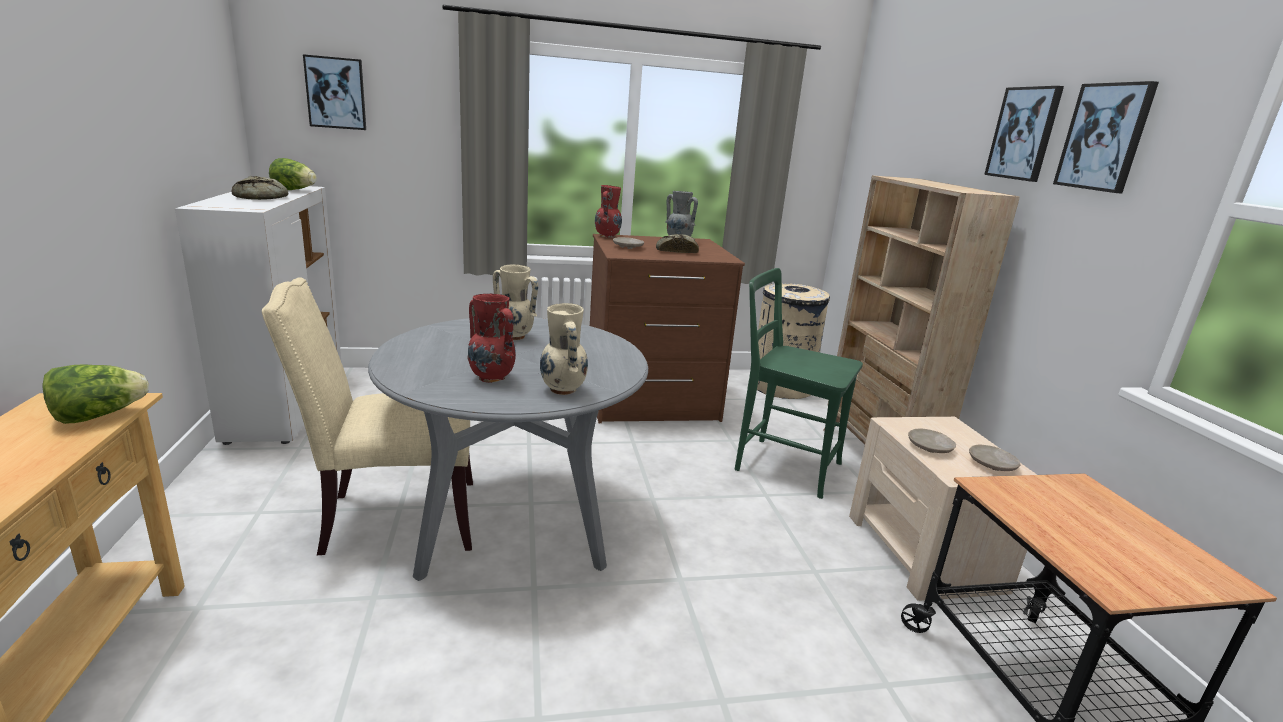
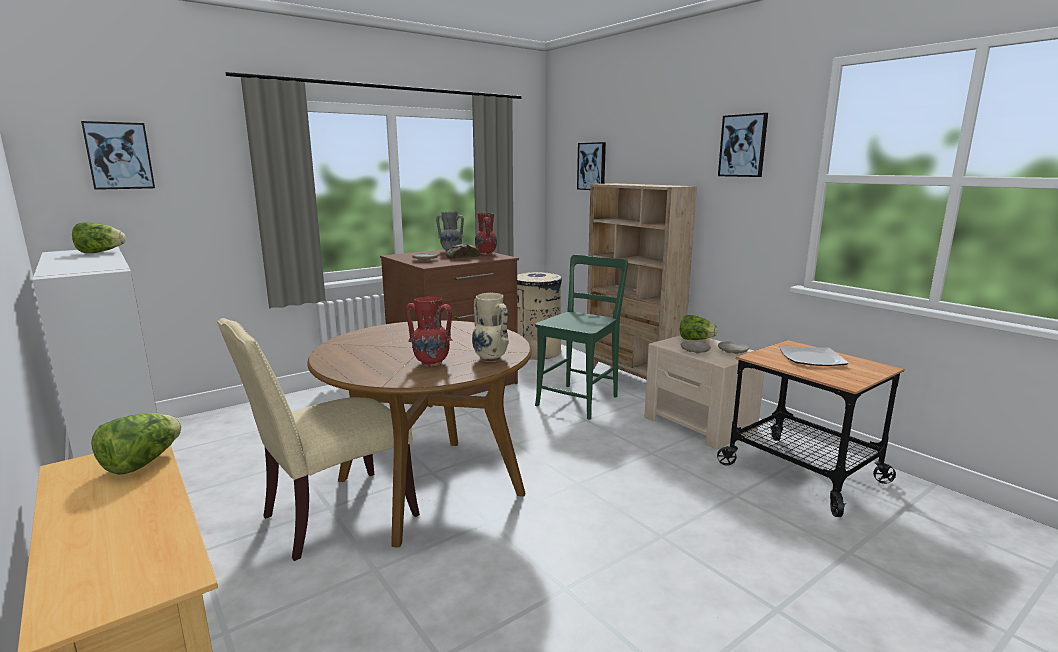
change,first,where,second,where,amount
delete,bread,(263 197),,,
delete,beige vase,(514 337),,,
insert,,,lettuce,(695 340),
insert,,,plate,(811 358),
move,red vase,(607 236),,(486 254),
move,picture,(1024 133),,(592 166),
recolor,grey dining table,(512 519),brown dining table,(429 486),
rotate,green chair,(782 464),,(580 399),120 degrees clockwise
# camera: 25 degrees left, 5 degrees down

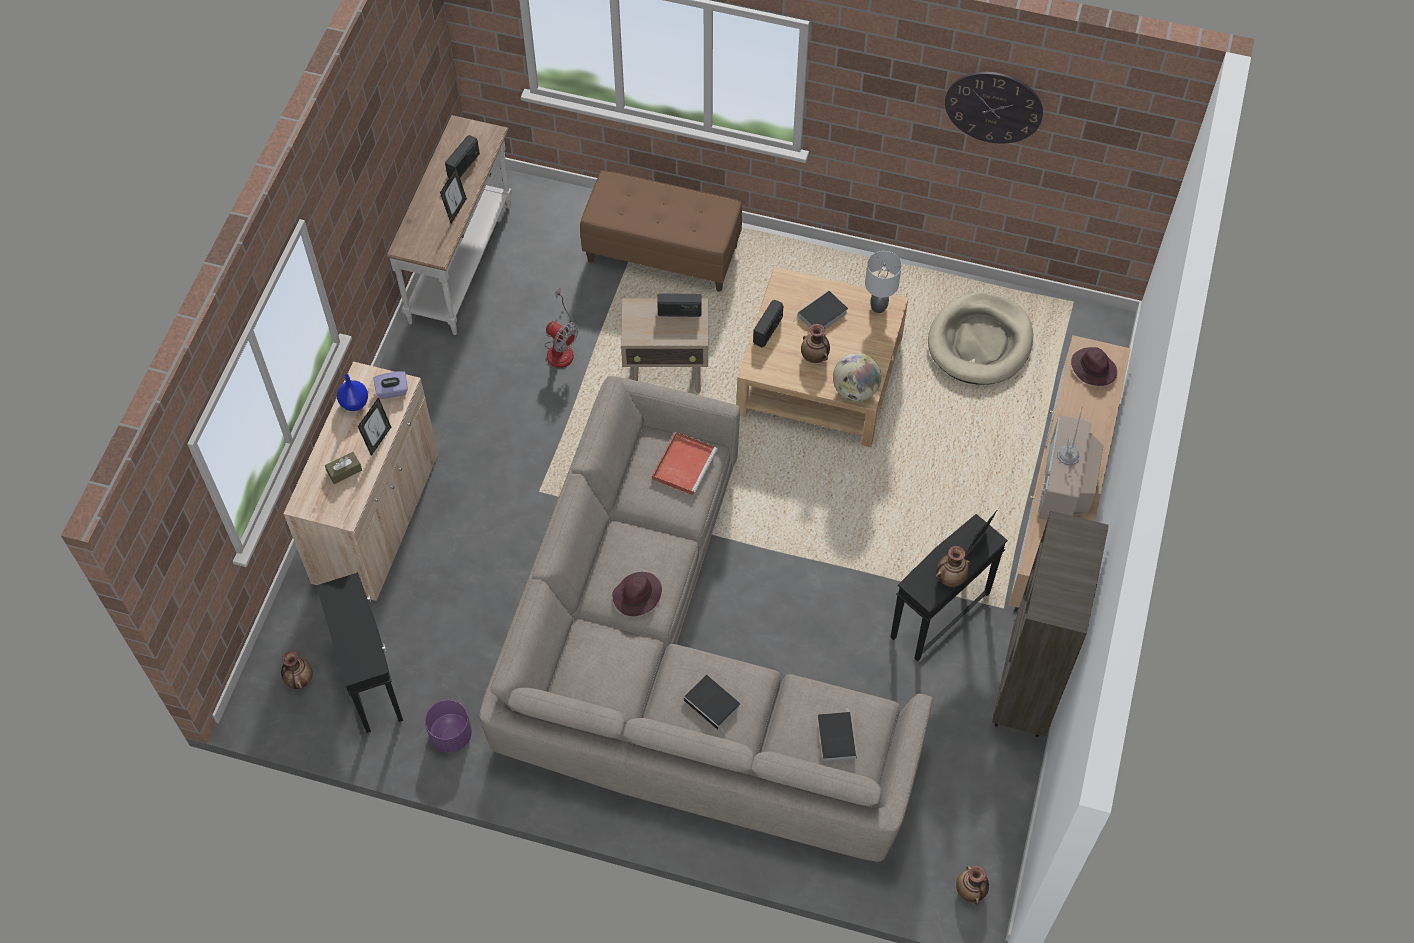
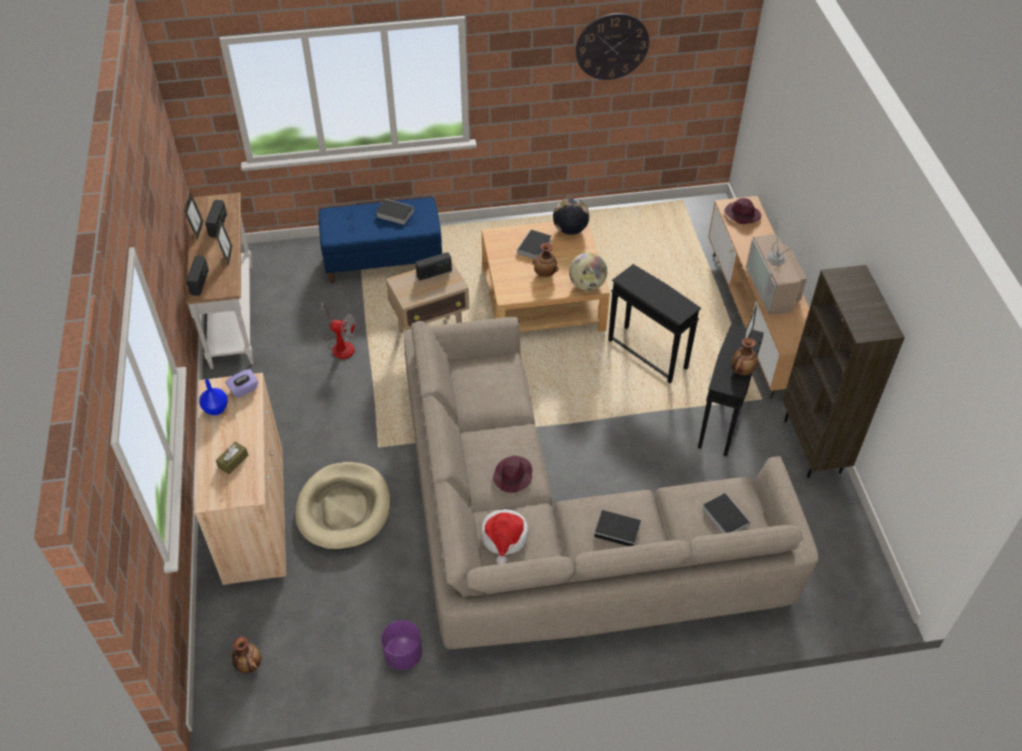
change,first,where,second,where,amount
delete,red tray,(684 464),,,
delete,vase,(971 890),,,
insert,,,book,(393 213),
insert,,,hat,(504 538),
move,black side table,(371 678),,(647 354),
move,picture frame,(378 440),,(198 230),
move,radio,(768 330),,(200 282),
move,beige dog bed,(980 342),,(344 508),
replace,grey table lamp,(878 307),globe,(570 229),
recolor,brown bench,(663 253),blue bench,(384 260),
# camera: 25 degrees left, 10 degrees down

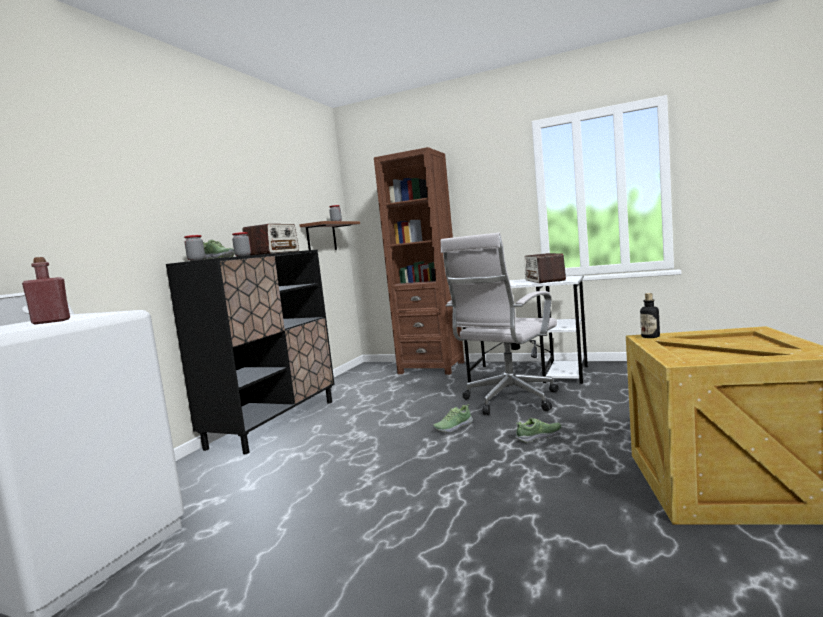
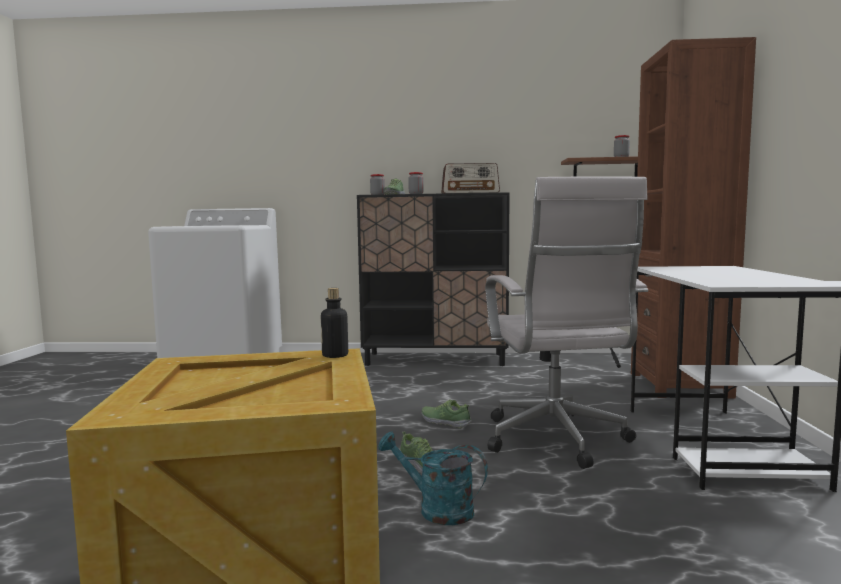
change,first,where,second,where,amount
delete,red bottle,(51 322),,,
delete,radio,(544 280),,,
insert,,,turquoise watering can,(436 509),
rotate,white office chair,(508 401),,(556 441),120 degrees counterclockwise
# camera: 70 degrees right, 0 degrees up

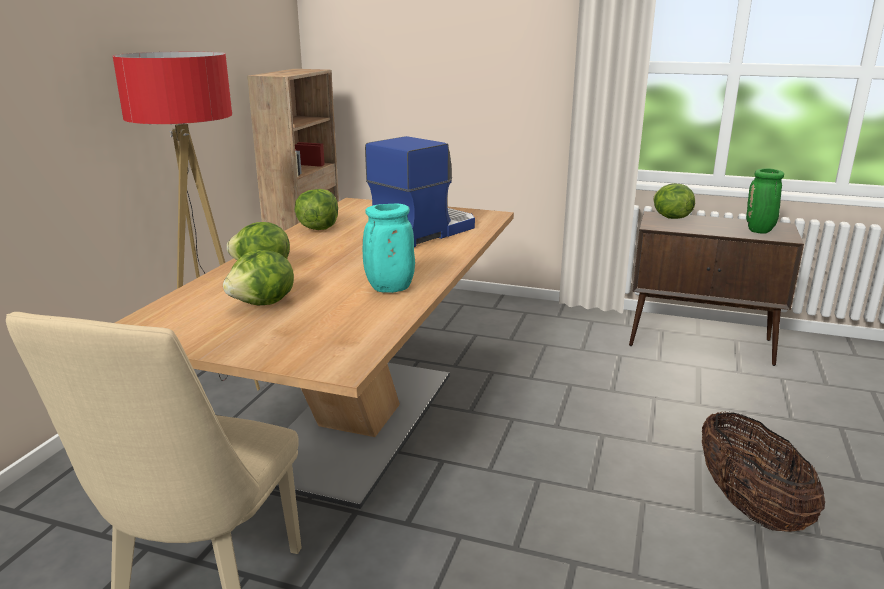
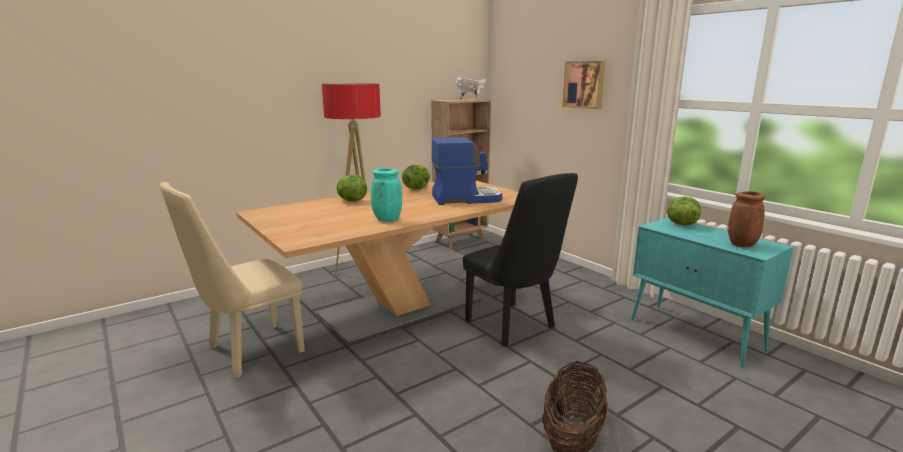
change,first,where,second,where,amount
delete,lettuce,(263 304),,,
insert,,,white cooking pot,(472 99),
insert,,,black chair,(515 327),
insert,,,picture,(584 84),
recolor,brown cabinet,(701 343),turquoise cabinet,(696 334),
recolor,green vase,(760 231),brown vase,(742 245),
# camera: 35 degrees right, 5 degrees down

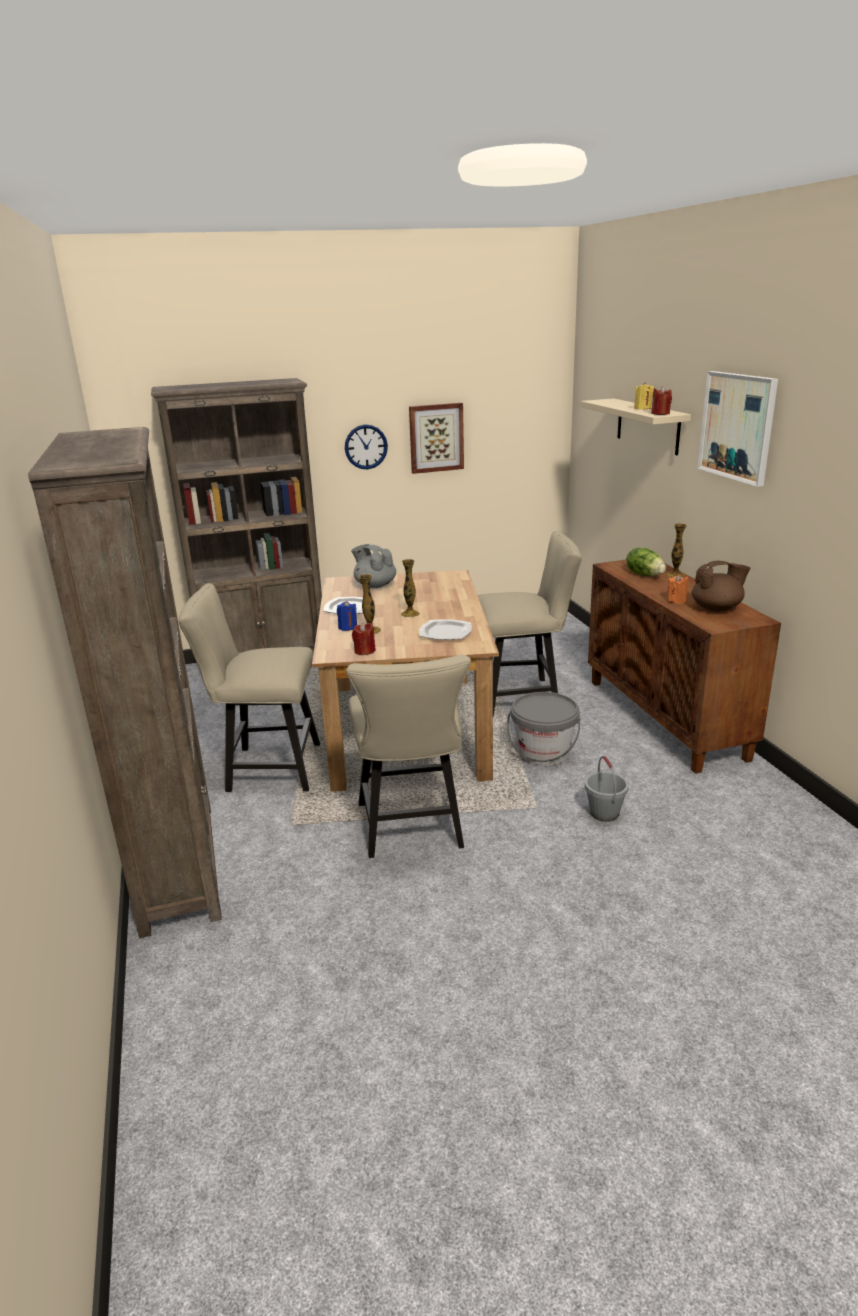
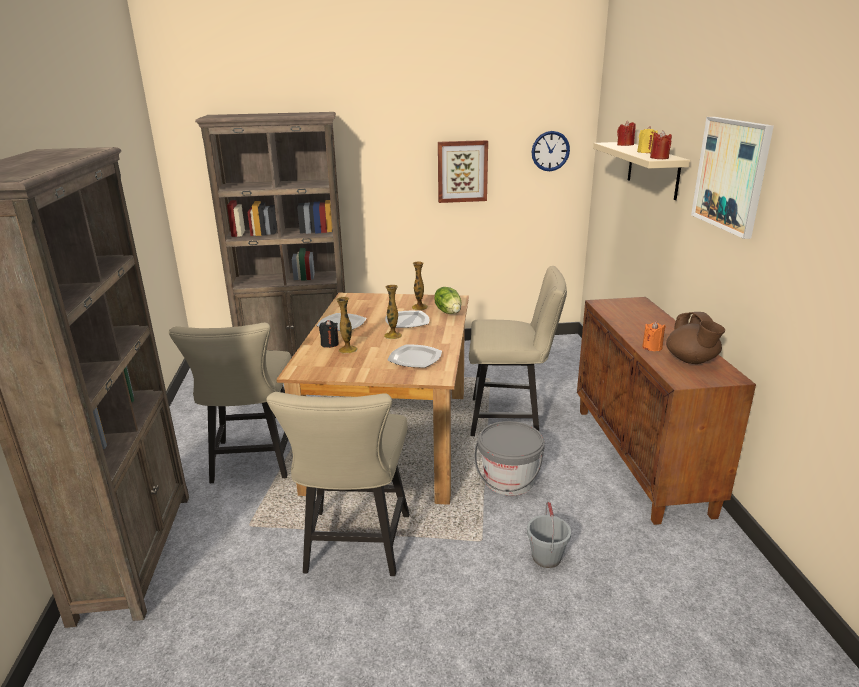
change,first,where,second,where,amount
delete,grey teapot,(375 585),,,
insert,,,plate,(407 321),
move,wall clock,(366 447),,(550 151),
move,red candle,(364 651),,(625 145),
move,lettuce,(645 574),,(449 312),
move,vase,(675 575),,(419 307),
recolor,blue candle,(347 627),black candle,(329 344),
rotate,beige chair,(266 768),,(253 463),105 degrees counterclockwise
rotate,brown teapot,(717 608),,(691 360),75 degrees clockwise
# camera: 10 degrees right, 0 degrees up

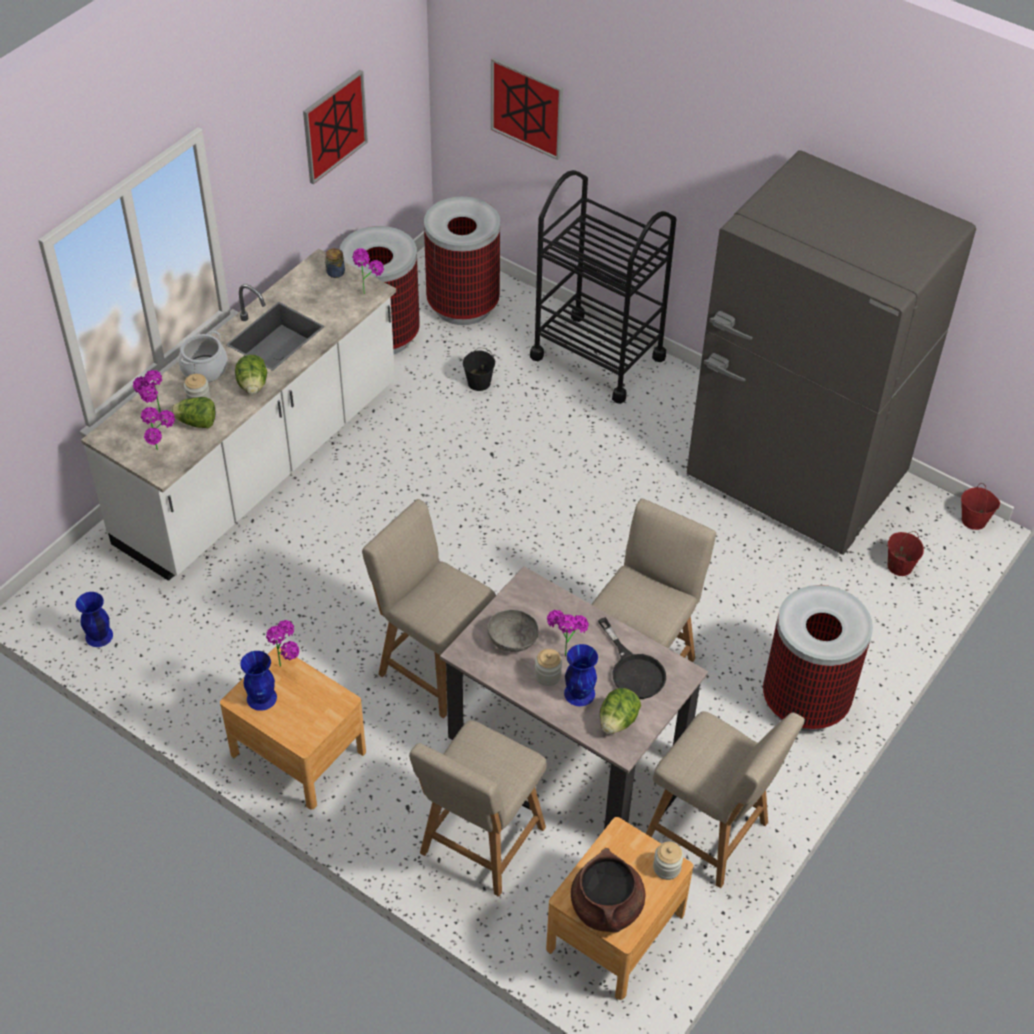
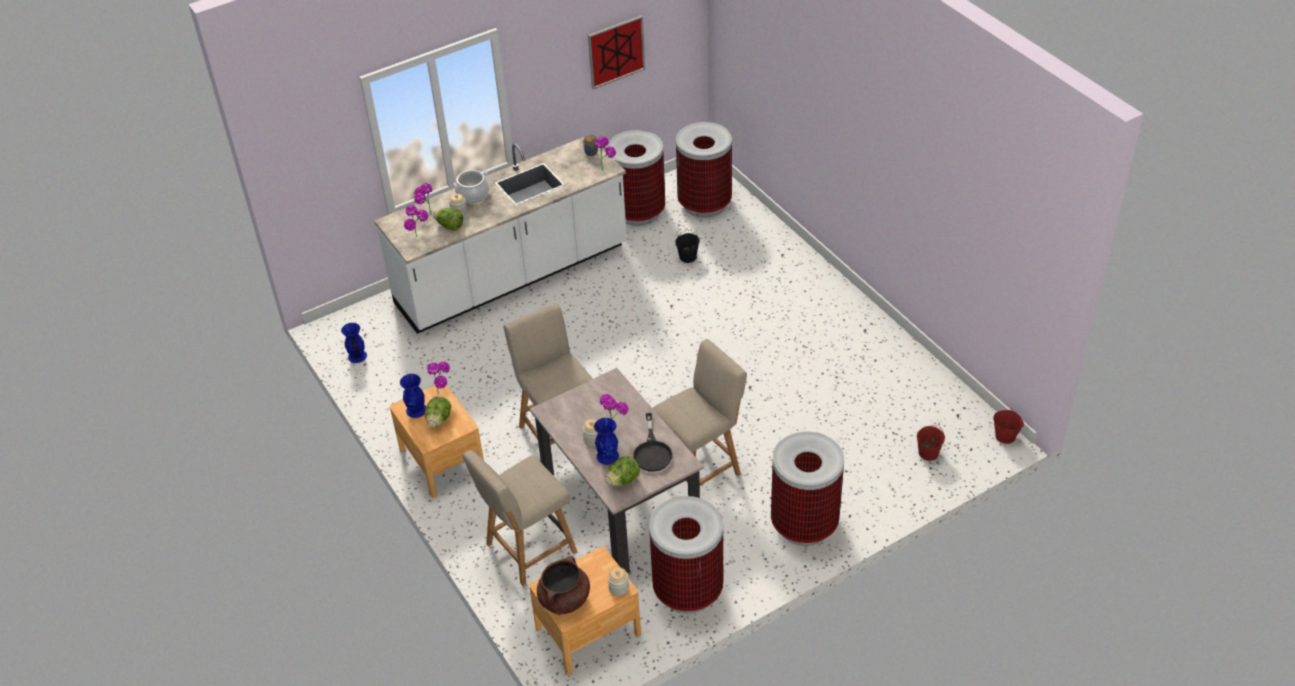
change,first,where,second,where,amount
delete,grey bowl,(513 640),,,
delete,picture,(527 108),,,
delete,black cart,(598 357),,,
delete,grey fridge,(795 479),,,
move,lettuce,(253 385),,(439 420),
replace,beige chair,(711 834),trash can,(688 590),
# camera: 25 degrees right, 5 degrees down

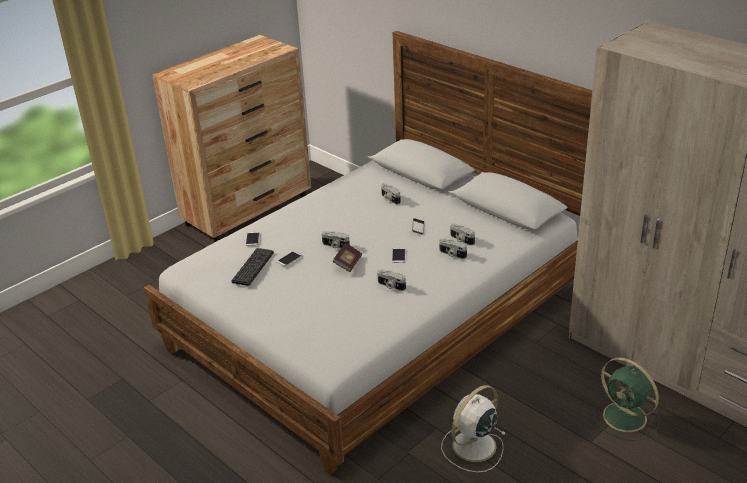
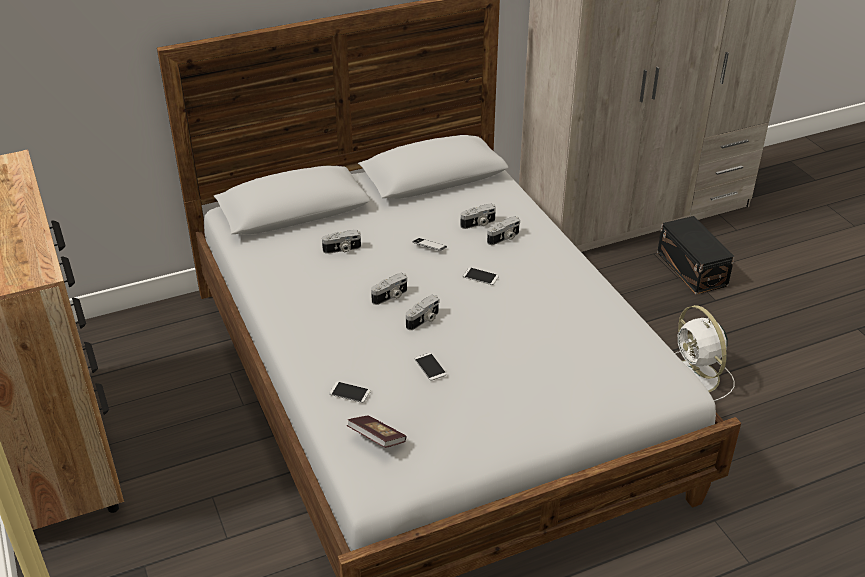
change,first,where,second,where,amount
delete,keyboard,(253 267),,,
move,book,(348 263),,(377 439),
move,photo camera,(390 286),,(390 297),
replace,green fan,(626 418),black storage box,(692 268),
# camera: 70 degrees left, 5 degrees up

